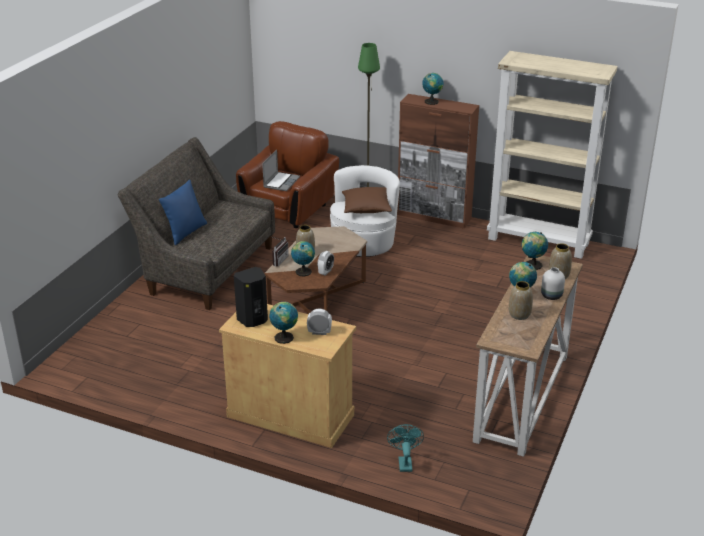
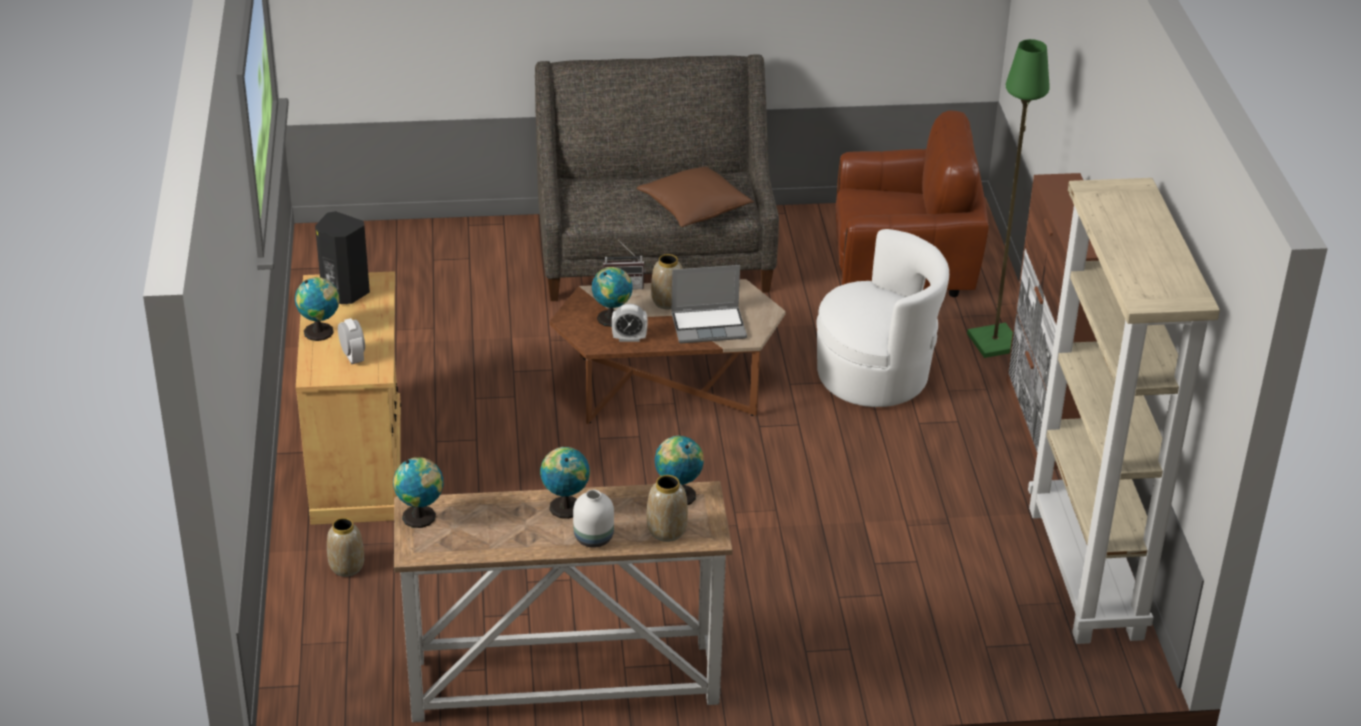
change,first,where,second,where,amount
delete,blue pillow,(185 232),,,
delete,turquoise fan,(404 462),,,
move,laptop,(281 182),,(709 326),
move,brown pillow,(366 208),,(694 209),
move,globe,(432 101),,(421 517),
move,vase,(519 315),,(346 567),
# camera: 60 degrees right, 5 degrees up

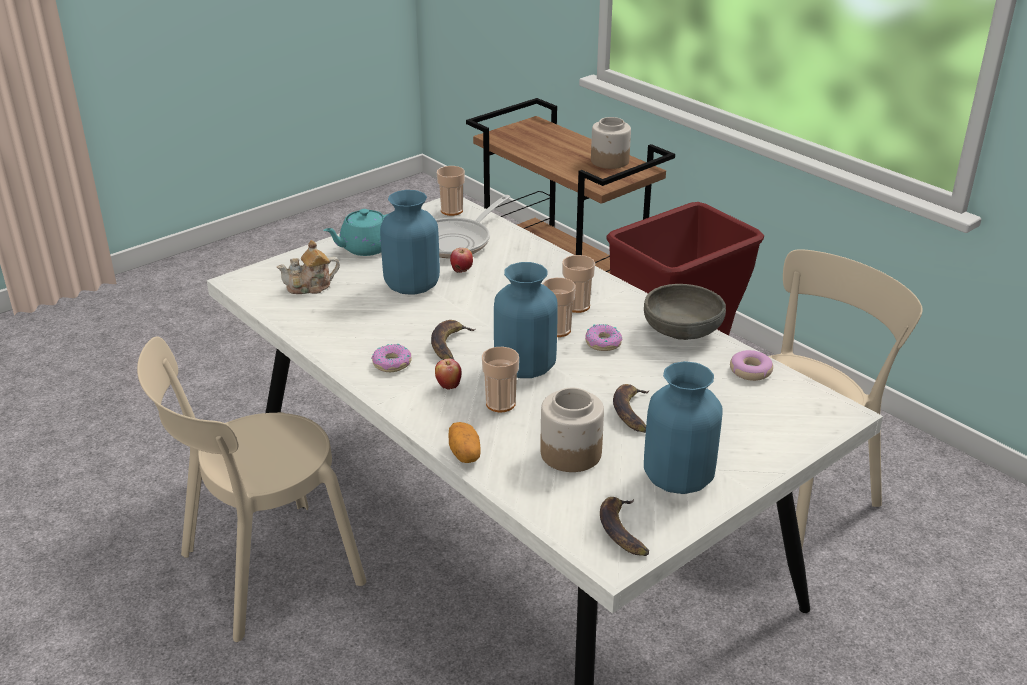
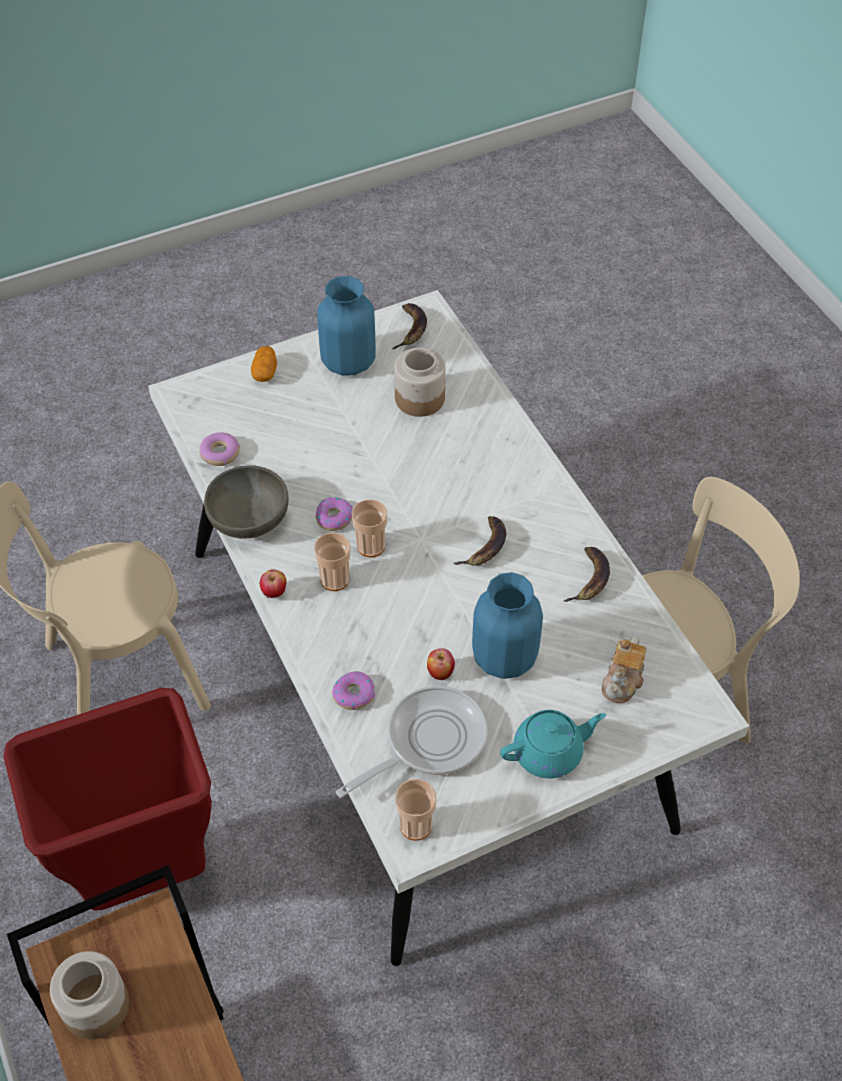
change,first,where,second,where,amount
delete,cup,(500 404),,,
delete,blue vase,(525 367),,,
move,donut,(392 364),,(353 694),
move,apple,(448 386),,(274 593),
move,potato,(464 453),,(265 372),
move,banana,(631 412),,(589 579),
rotate,teapot,(310 287),,(623 681),120 degrees clockwise
# camera: 165 degrees left, 20 degrees up

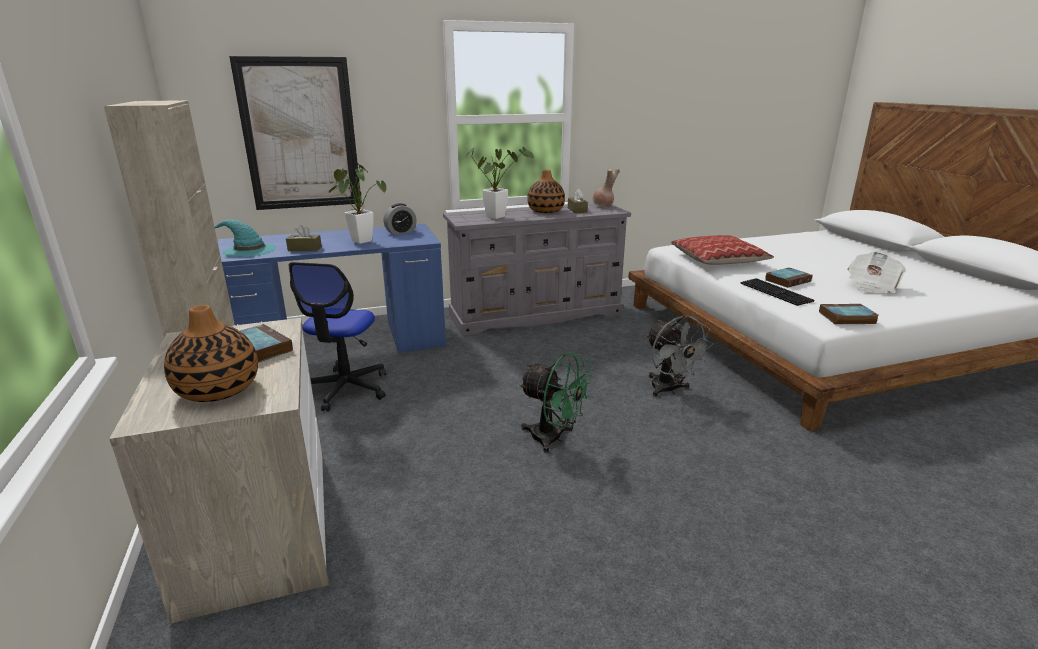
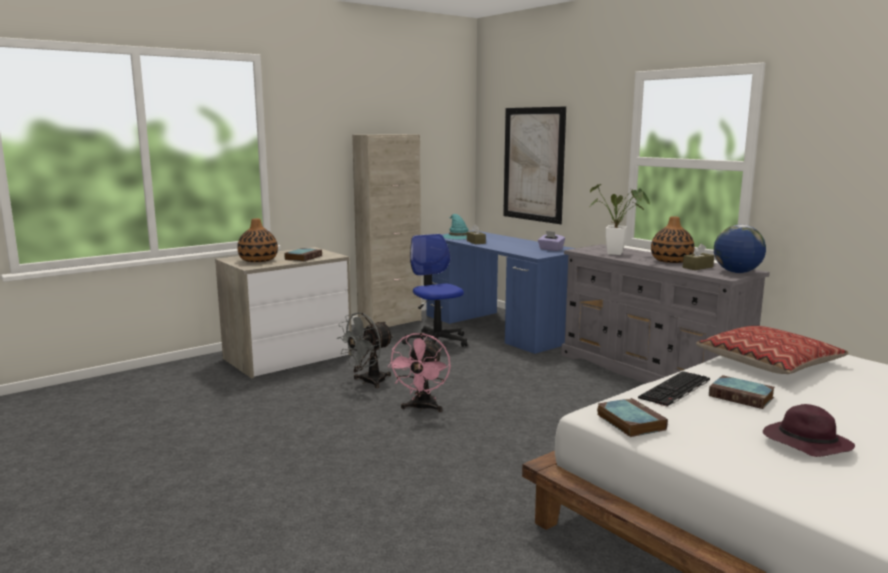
change,first,where,second,where,amount
delete,potted plant,(359 240),,,
move,grey fan,(669 390),,(368 382),
replace,alarm clock,(401 232),purple tissue box,(550 249),
replace,brown vase,(603 207),globe,(737 272),
replace,newspaper,(871 286),purple hat,(804 443),
recolor,green fan,(554 439),pink fan,(422 408),
rotate,office chair,(345 389),,(436 342),75 degrees clockwise
# camera: 70 degrees right, 10 degrees down

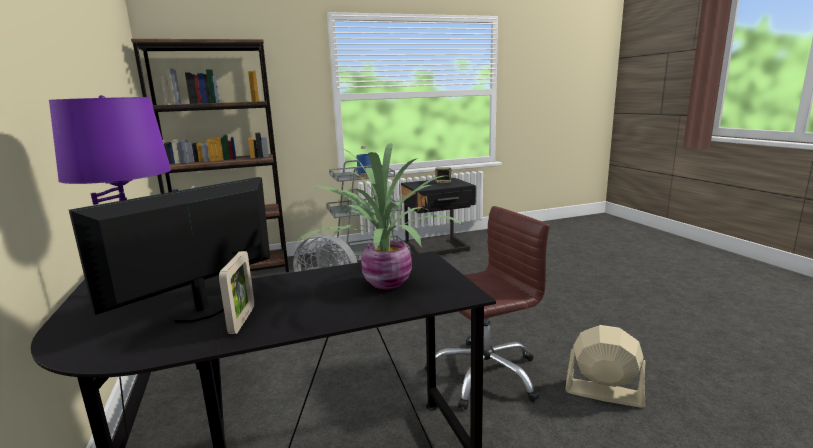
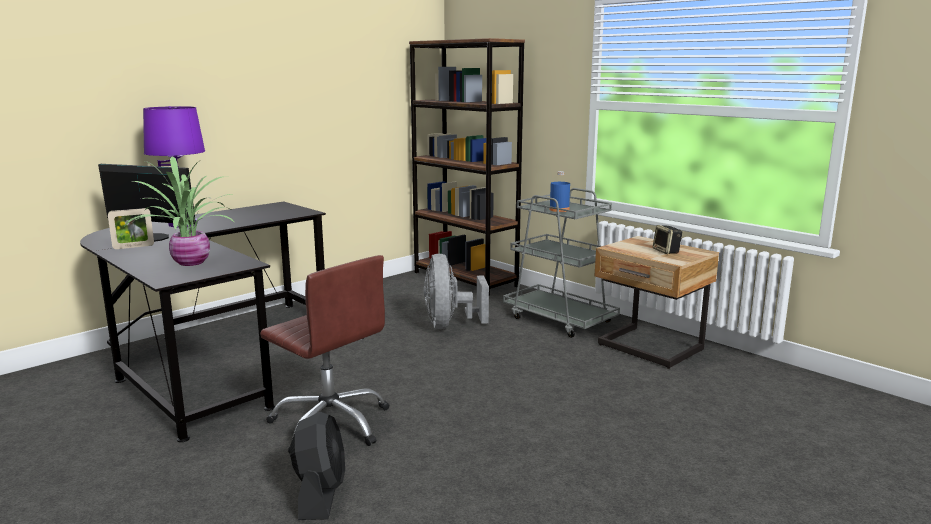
change,first,where,second,where,amount
recolor,black nightstand,(438 249),beige nightstand,(649 348),
recolor,beige fan,(603 392),black fan,(320 494),
# camera: 65 degrees right, 0 degrees up

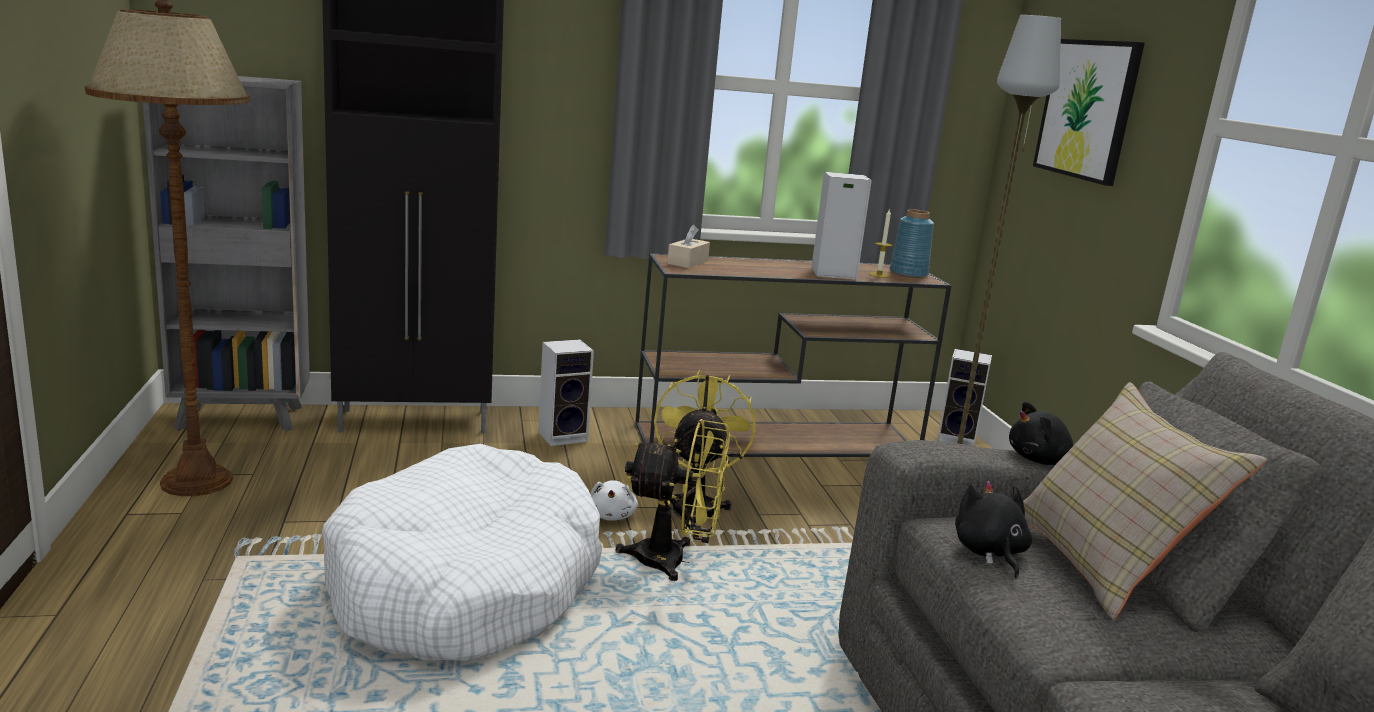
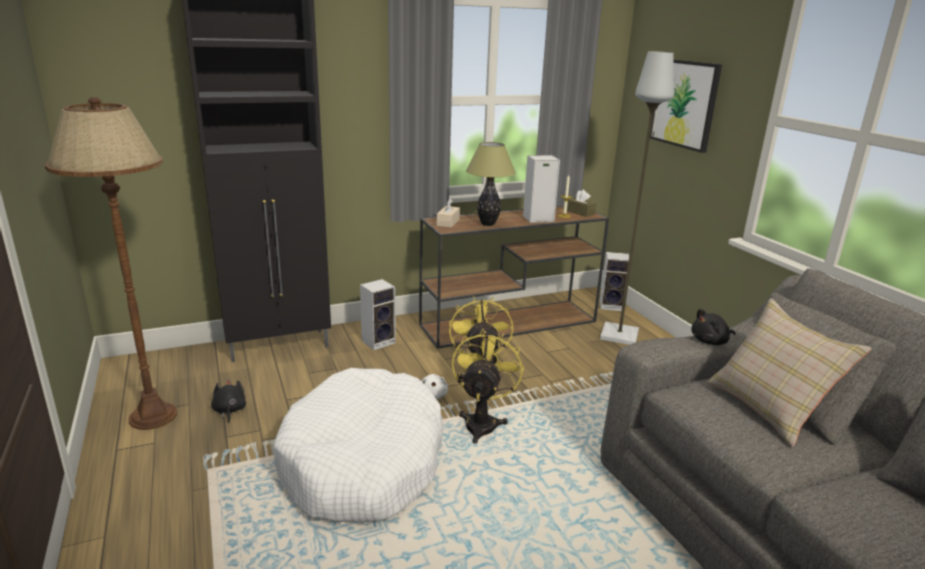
change,first,where,second,where,amount
delete,grey bookcase,(243 418),,,
insert,,,table lamp,(487 224),
move,black plush toy,(989 553),,(229 411),
replace,blue vase,(907 274),brown tissue box,(579 212),
rotate,yellow fan,(673 562),,(482 422),75 degrees counterclockwise
# camera: 10 degrees left, 5 degrees up

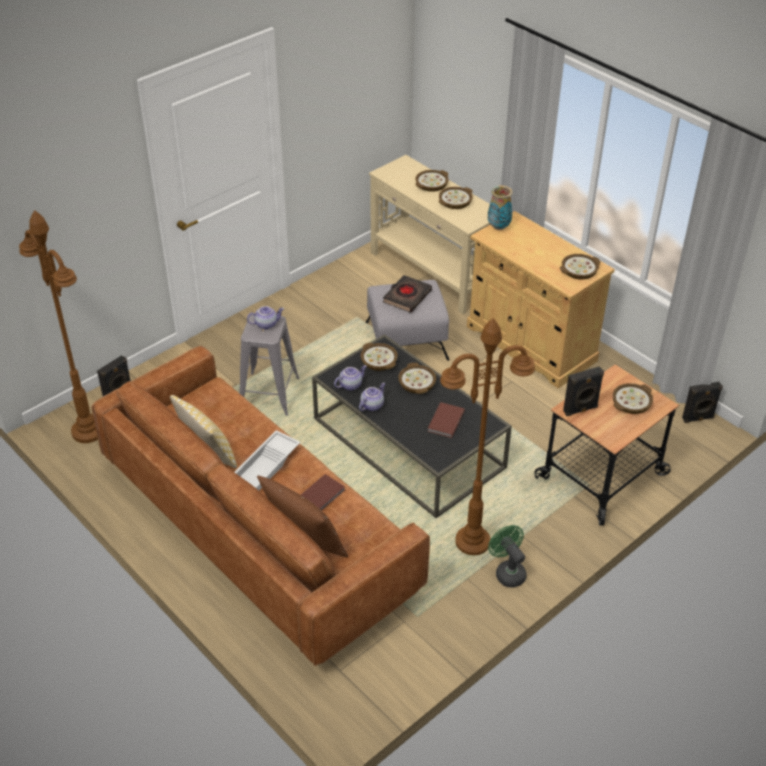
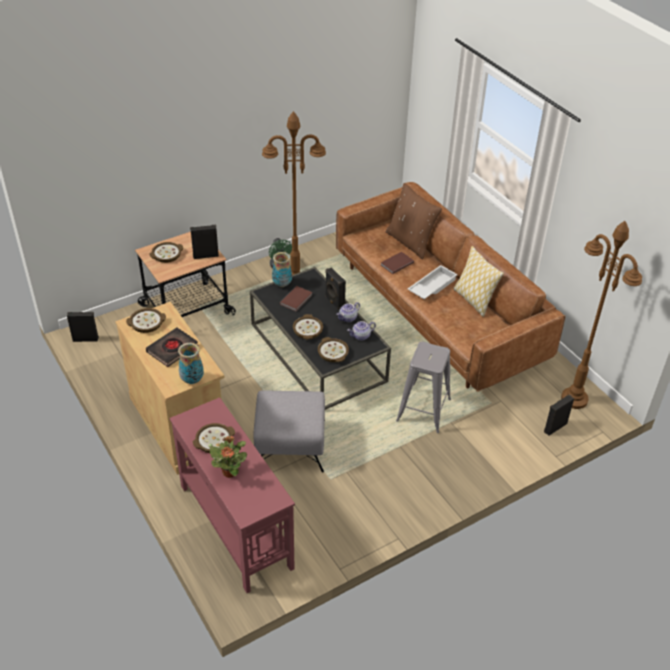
change,first,where,second,where,amount
delete,teapot,(266 324),,,
insert,,,vase,(282 284),
insert,,,black speaker,(334 302),
move,black book,(407 296),,(172 349),
replace,bowl,(431 184),potted plant,(229 472),
recolor,beige console table,(432 273),red console table,(235 525),
# camera: 170 degrees left, 0 degrees up

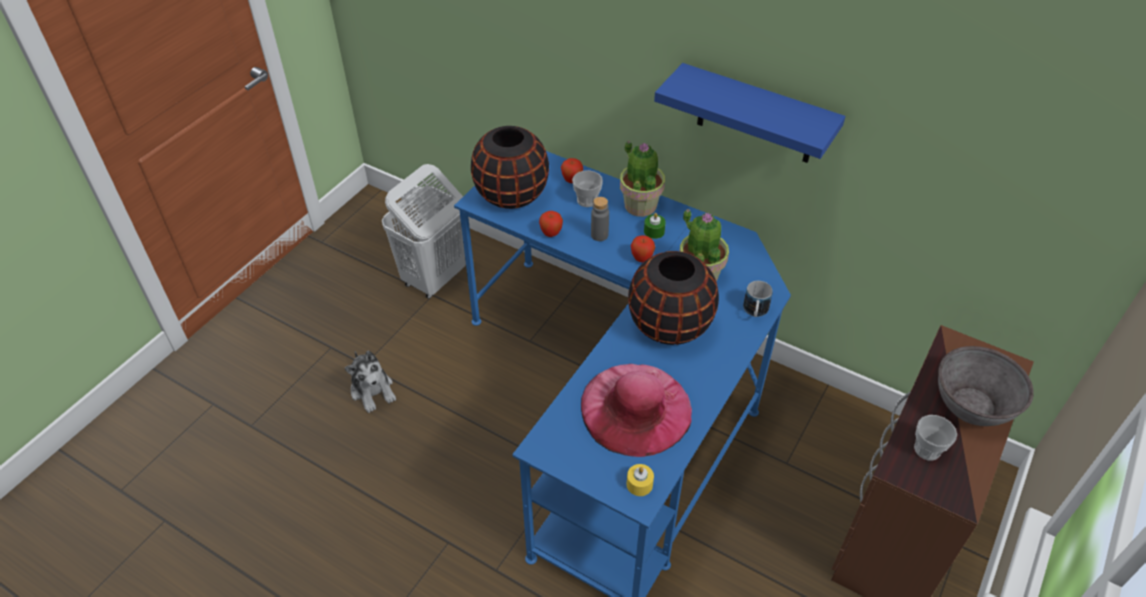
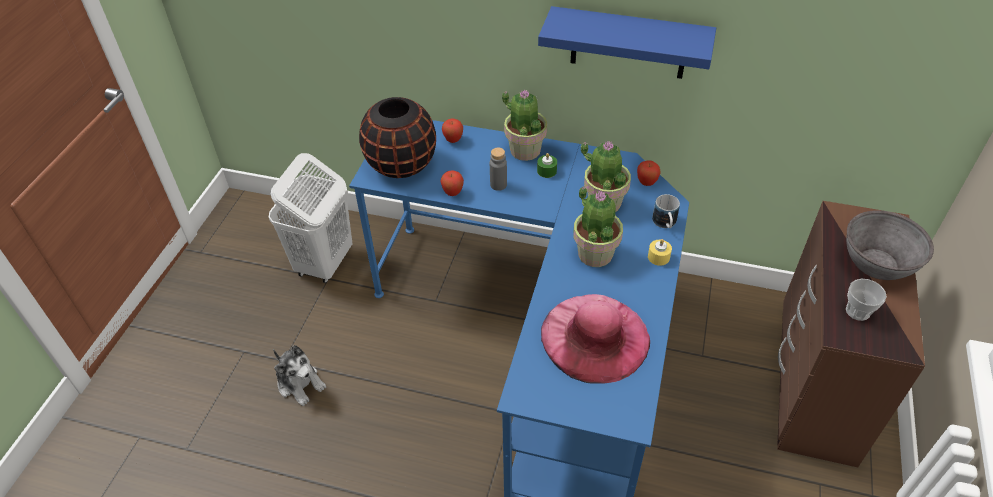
change,first,where,second,where,amount
delete,cup,(587 200),,,
move,yellow candle,(639 484),,(658 257),
move,apple,(642 259),,(646 183),
replace,black vase,(670 326),potted plant,(595 253),
# camera: 15 degrees left, 0 degrees up

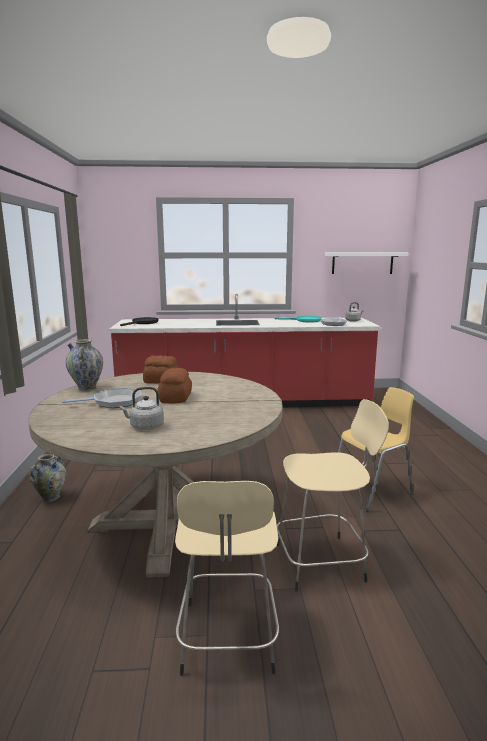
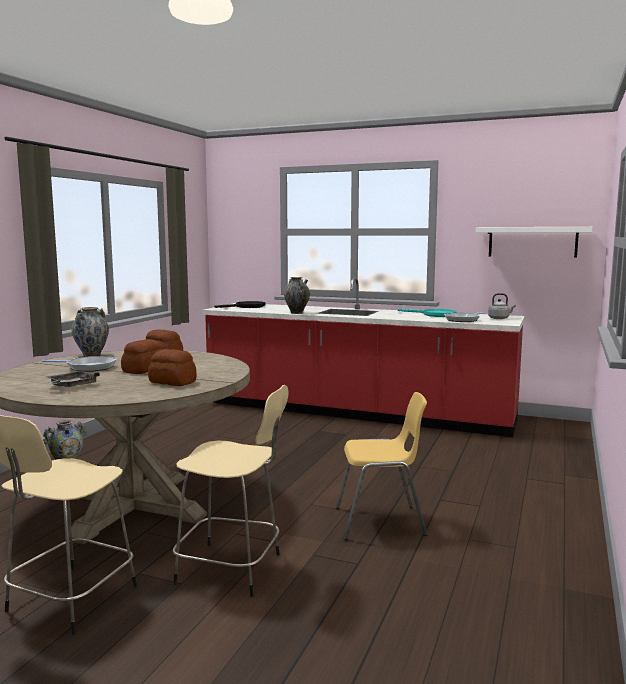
change,first,where,second,where,amount
insert,,,bread,(173 382),
insert,,,vase,(296 313),
replace,grey kettle,(145 426),grey tray,(71 386),
# camera: 25 degrees right, 5 degrees down

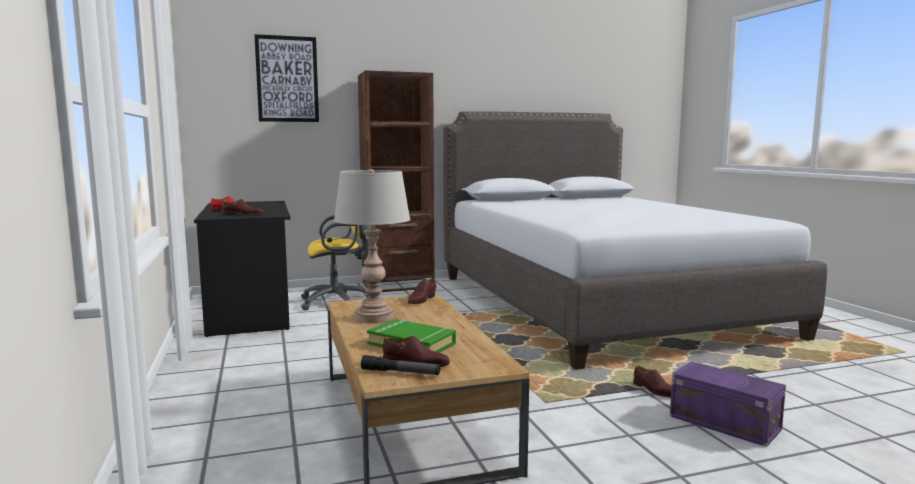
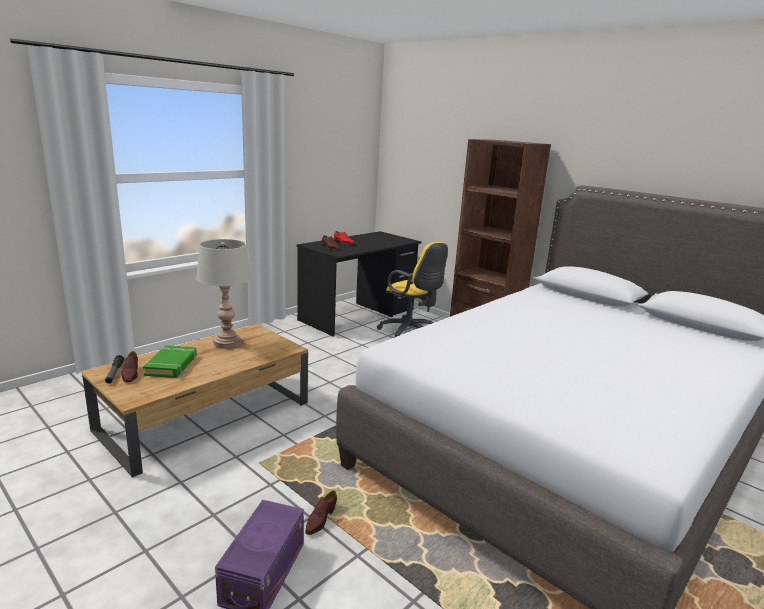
change,first,where,second,where,amount
delete,picture,(287 79),,,
delete,brown shoe,(421 300),,,
# camera: 60 degrees right, 10 degrees up

